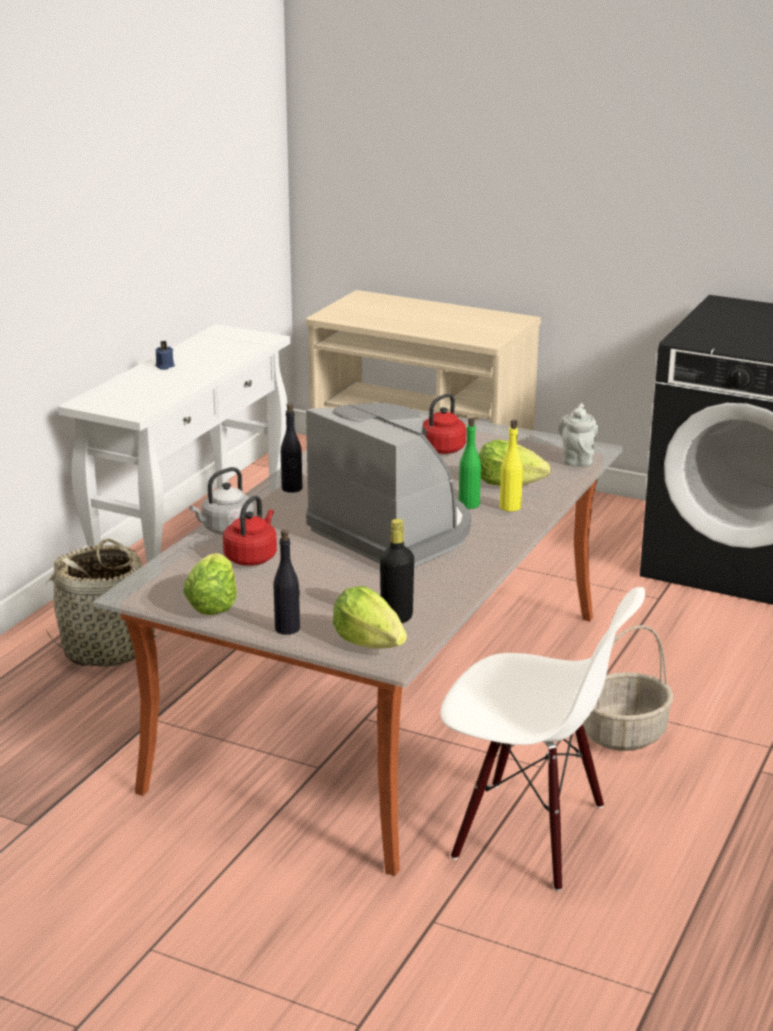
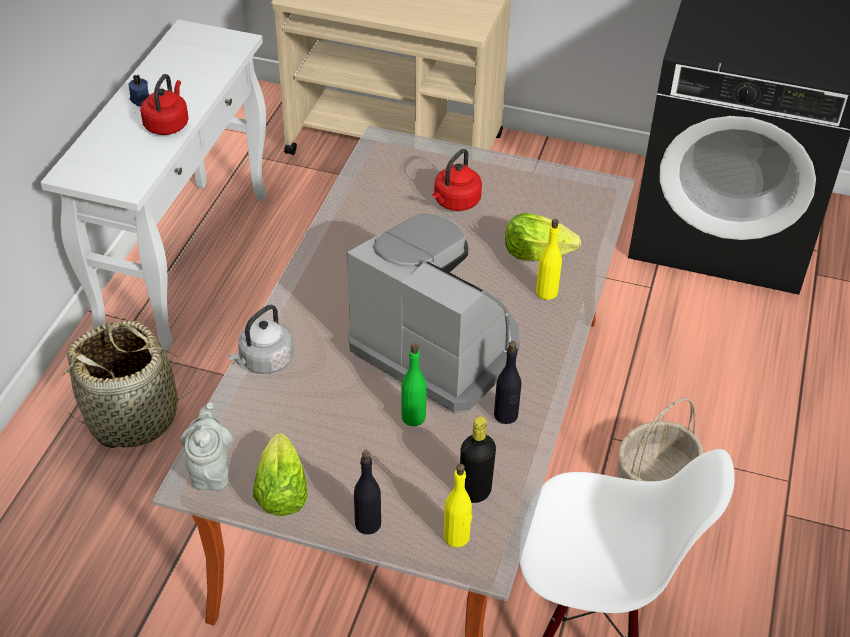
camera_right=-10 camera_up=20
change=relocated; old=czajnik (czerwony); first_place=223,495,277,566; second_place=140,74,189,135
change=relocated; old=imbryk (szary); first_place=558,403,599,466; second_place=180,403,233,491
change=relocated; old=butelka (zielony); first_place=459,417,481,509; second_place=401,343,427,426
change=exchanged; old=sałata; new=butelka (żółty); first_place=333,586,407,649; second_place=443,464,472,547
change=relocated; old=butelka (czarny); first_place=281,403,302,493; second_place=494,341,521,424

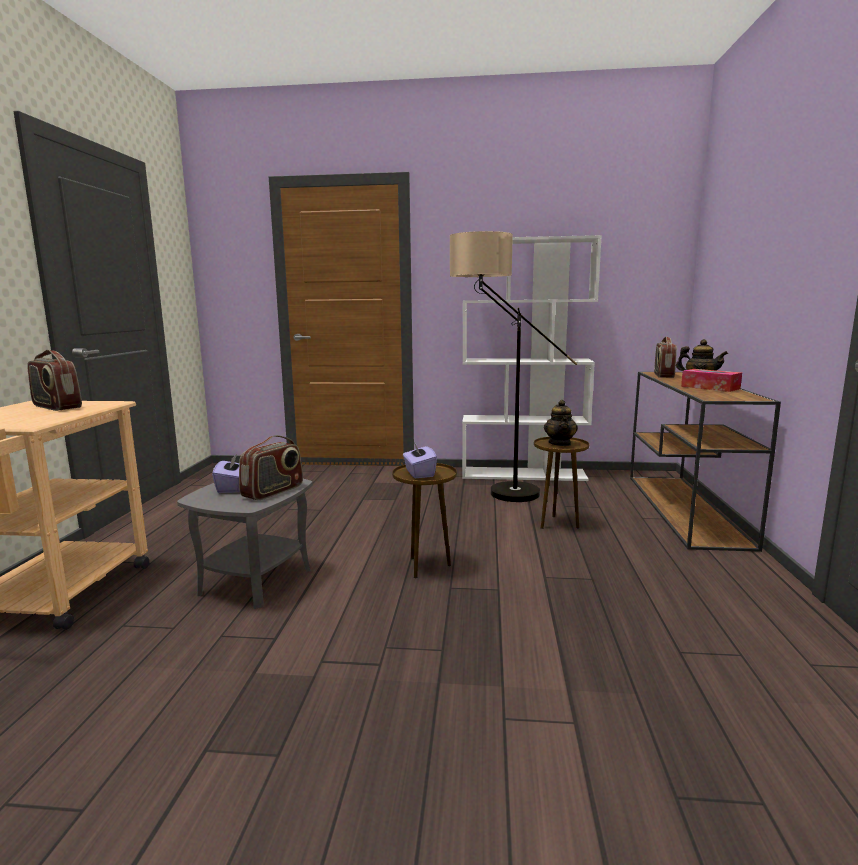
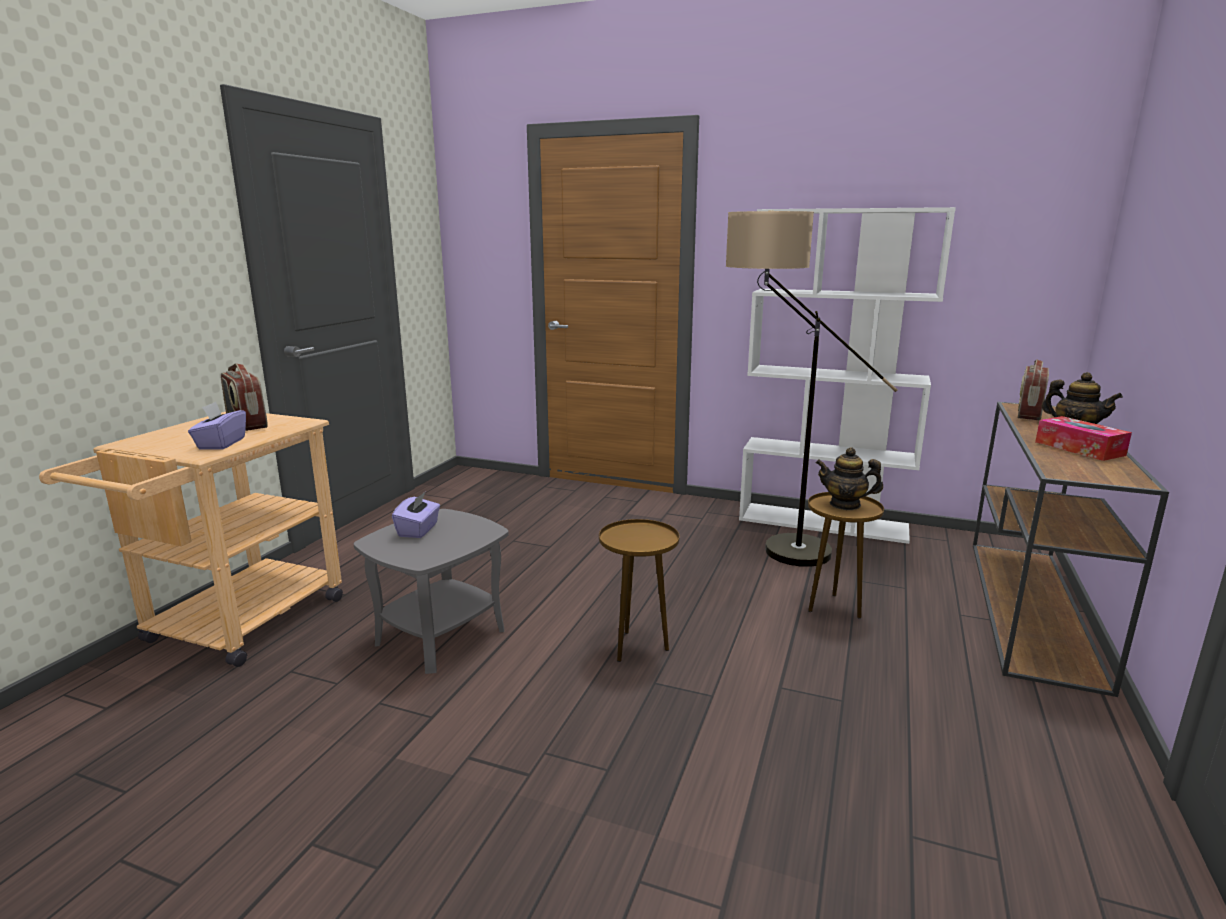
camera_right=15 camera_up=5
change=relocated; old=pudełko chusteczek (fioletowy); first_place=403,442,437,478; second_place=188,401,246,450
change=spun; old=imbryk; first_place=544,400,578,446; second_place=816,447,883,510; degrees=90
change=missing; old=radio; first_place=239,435,303,500

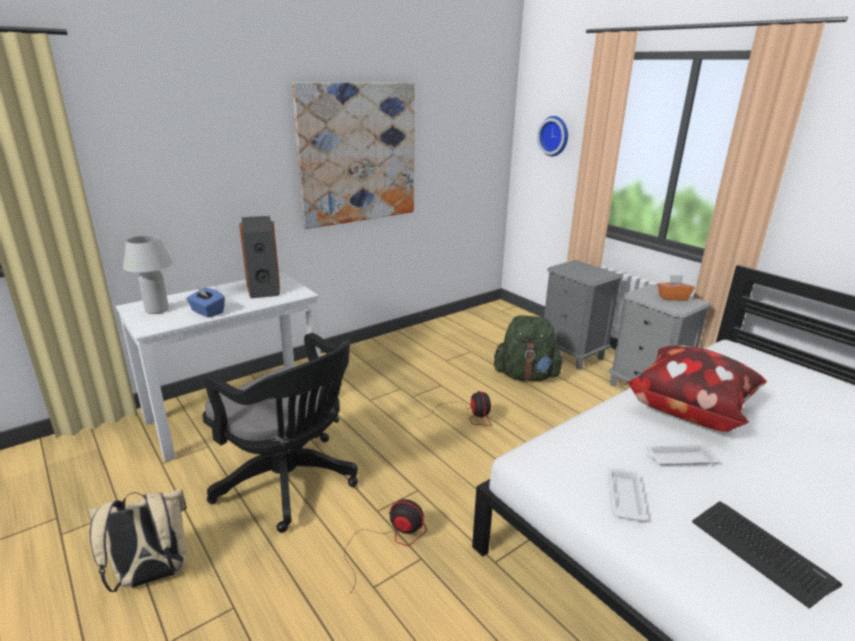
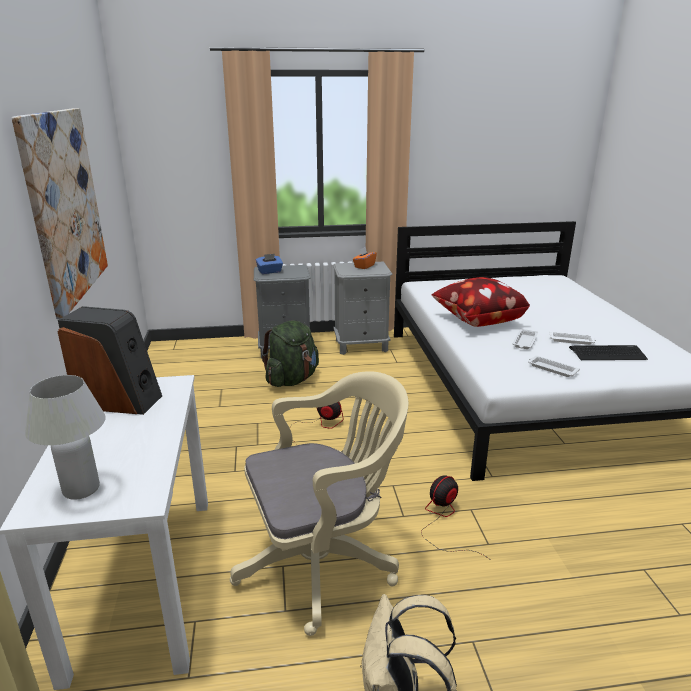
camera_right=-60 camera_up=0
change=colour; old=krzesło biurowe (czarny); new=krzesło biurowe (beżowy); first_place=202,333,358,533; second_place=230,371,409,636
change=relocated; old=pudełko chusteczek (niebieski); first_place=186,286,225,318; second_place=256,254,283,274
change=appeared; new=taca (biały); second_place=549,331,596,345
change=missing; old=zegar ścienny; first_place=537,116,568,156

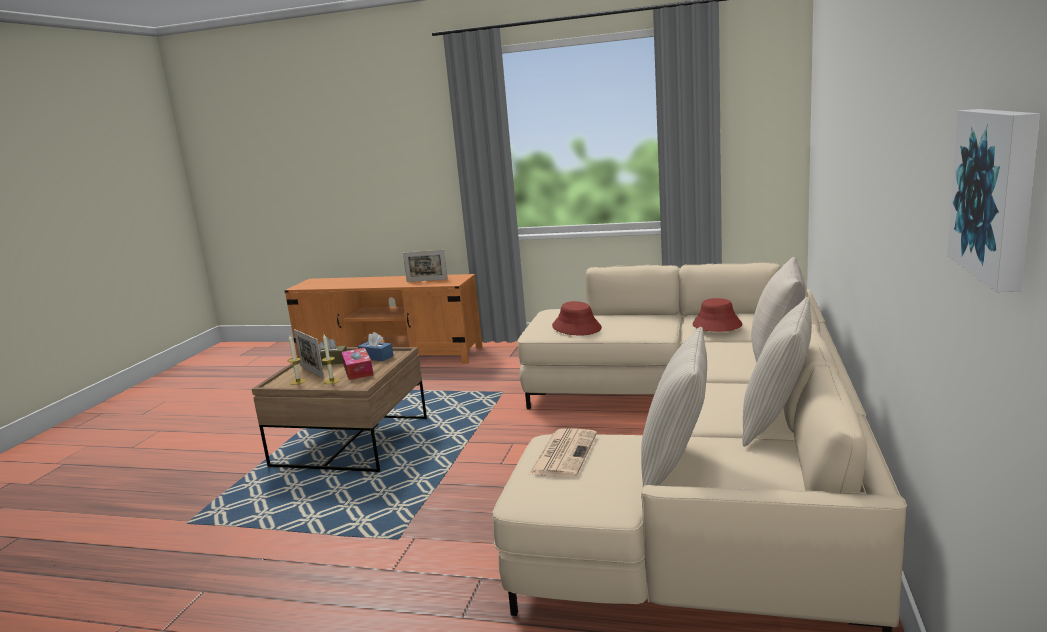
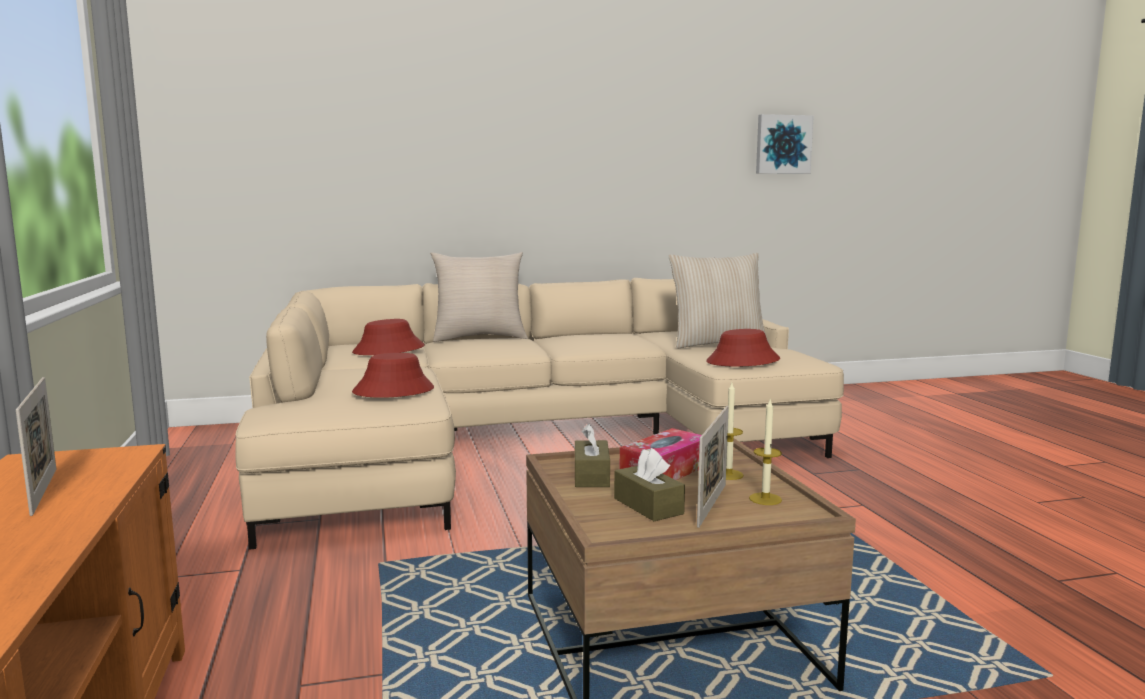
camera_right=-120 camera_up=-5
change=colour; old=pudełko chusteczek (niebieski); new=pudełko chusteczek (brązowy); first_place=358,332,393,361; second_place=575,423,610,487
change=exchanged; old=gazeta; new=kapelusz (czerwony); first_place=528,428,597,477; second_place=706,329,780,367
change=missing; old=poduszka (beżowy); first_place=742,297,812,447

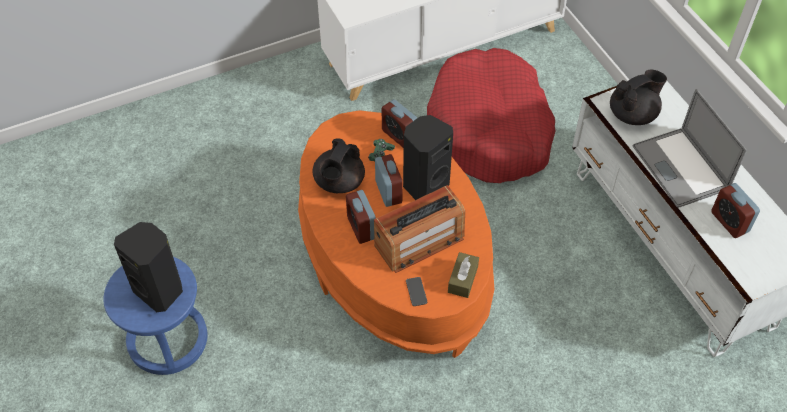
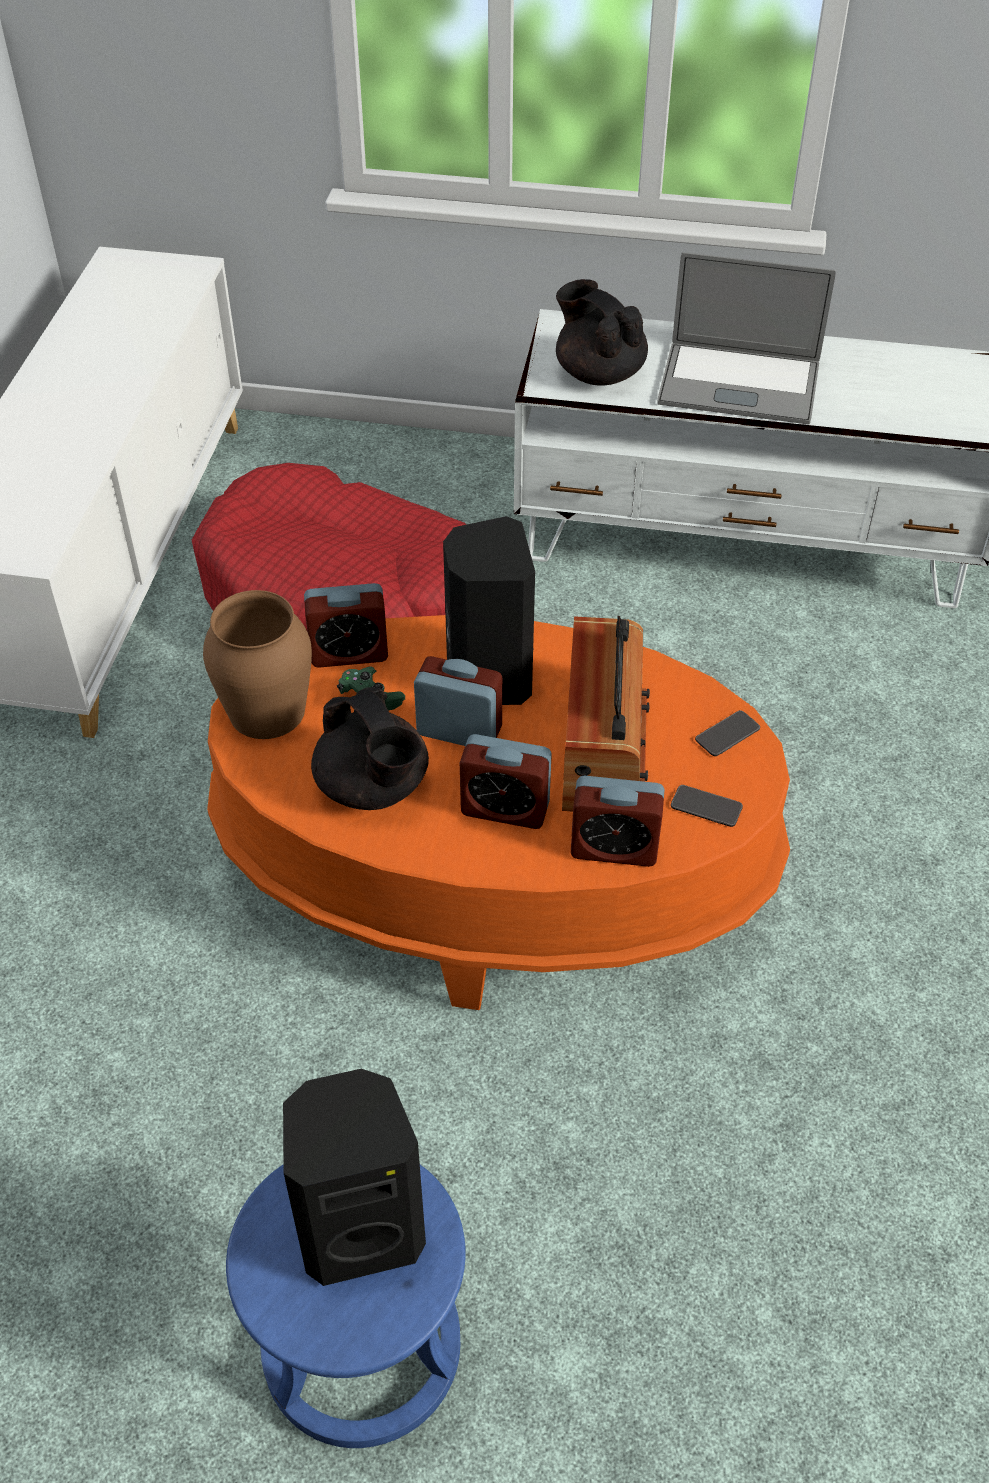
camera_right=-55 camera_up=-5
change=appeared; new=wazon (brązowy); second_place=203,590,312,739
change=spun; old=imbryk (czarny); first_place=610,70,667,125; second_place=556,279,648,386; degrees=-45
change=relocated; old=budzik; first_place=711,183,760,238; second_place=571,776,665,867
change=exchanged; old=pudełko chusteczek (brązowy); new=telefon; first_place=448,252,479,298; second_place=695,710,760,756

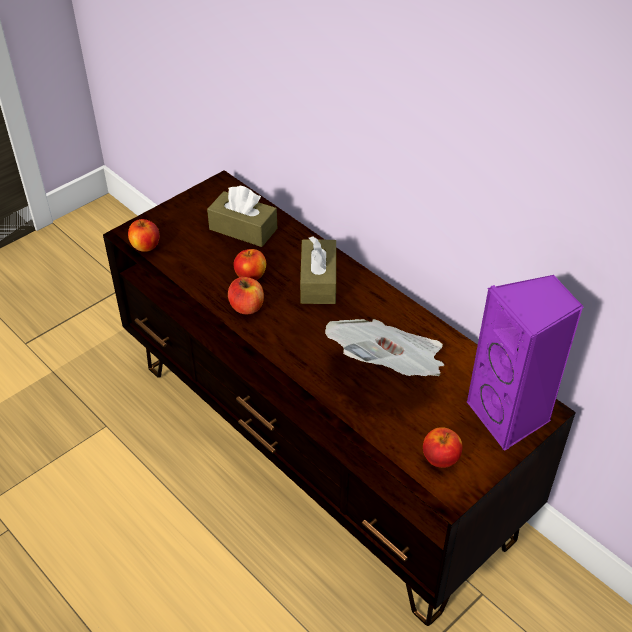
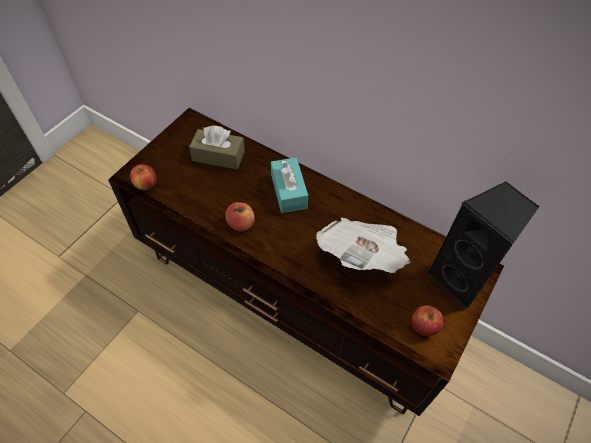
camera_right=-15 camera_up=10
change=colour; old=pudełko chusteczek (brązowy); new=pudełko chusteczek (turkusowy); first_place=300,236,336,304; second_place=271,158,308,213
change=colour; old=głośnik (fioletowy); new=głośnik (czarny); first_place=467,275,584,451; second_place=427,181,539,309
change=missing; old=jabłko; first_place=234,249,266,280

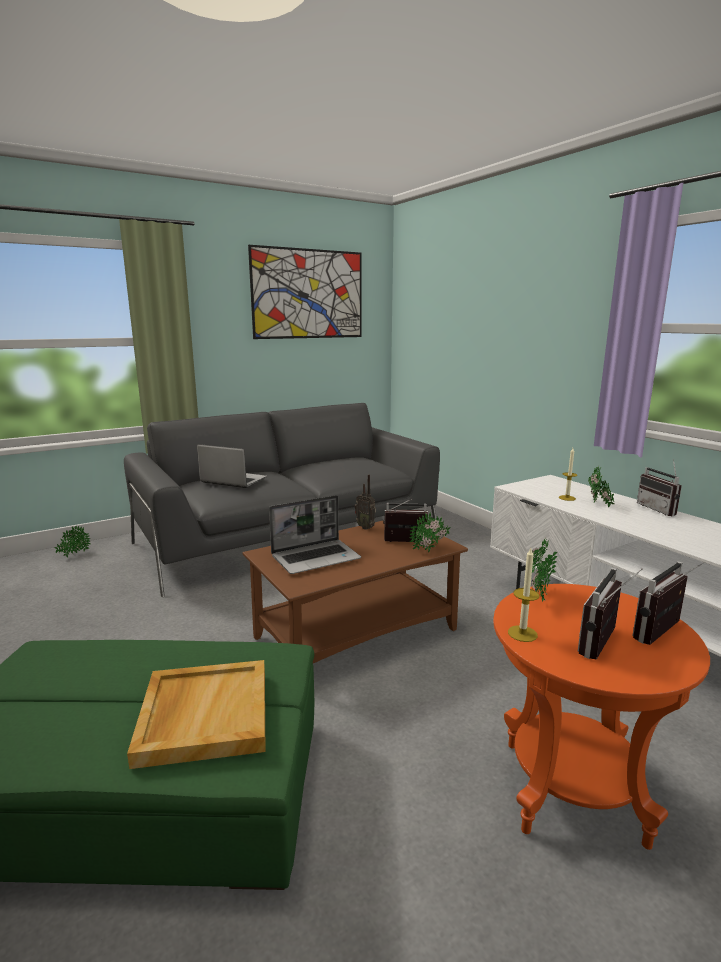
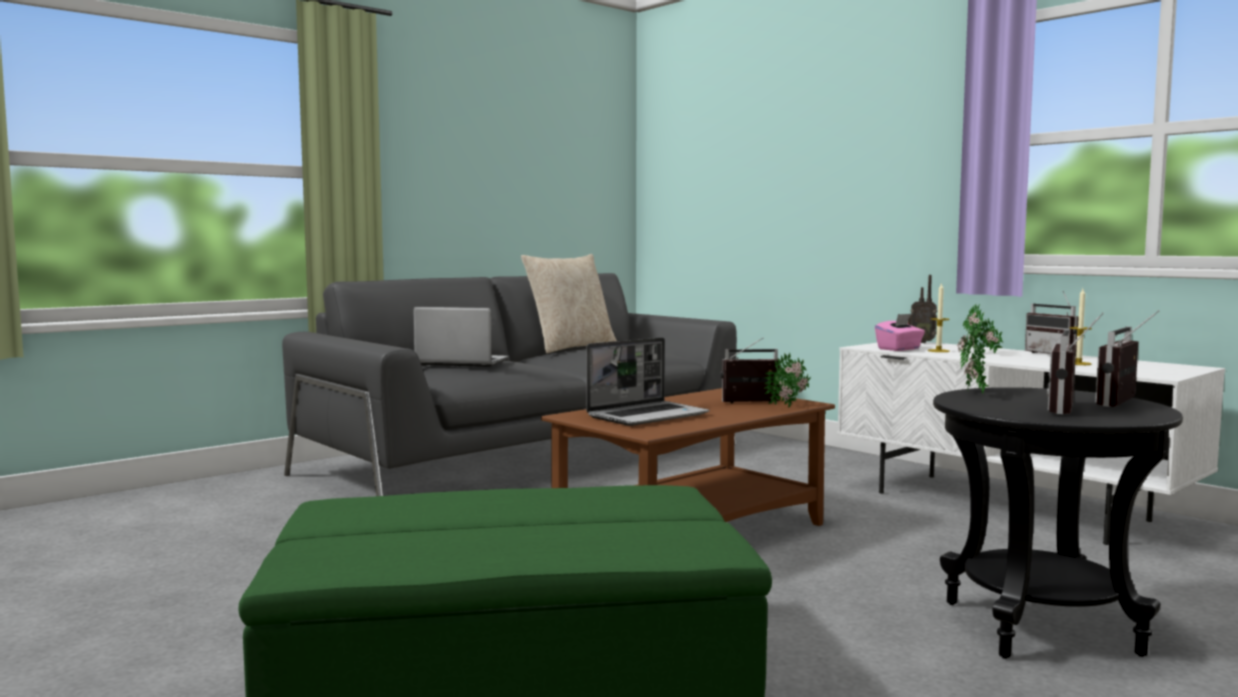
camera_right=-10 camera_up=-10
change=appeared; new=poduszka (beżowy); second_place=521,254,617,353
change=appeared; new=pudełko chusteczek (różowy); second_place=875,314,925,351
change=relocated; old=radio; first_place=355,474,376,530; second_place=908,275,937,343
change=colour; old=stolik (pomarańczowy); new=stolik (czarny); first_place=493,584,710,850; second_place=933,387,1183,659
change=relocated; old=świeca; first_place=508,548,540,642; second_place=1070,289,1092,365
change=missing; old=roślina doniczkowa; first_place=54,526,91,557
change=missing; old=taca (beżowy); first_place=127,660,265,769
change=missing; old=obraz; first_place=248,245,361,339

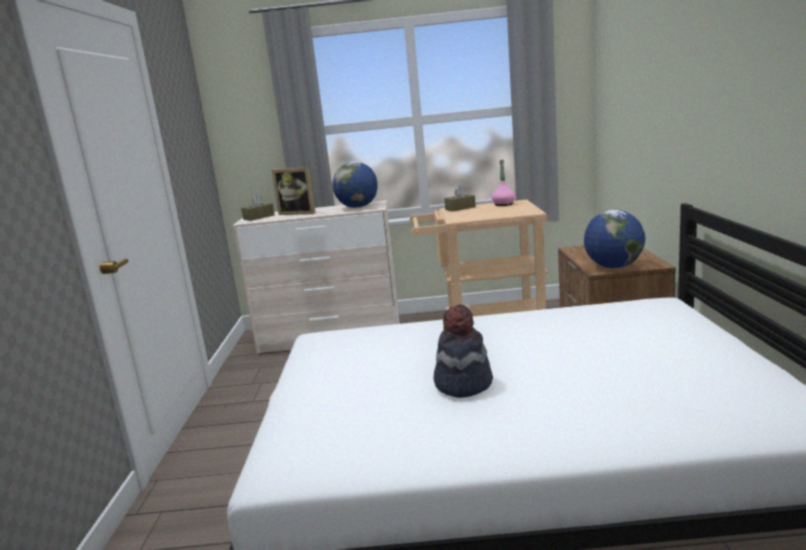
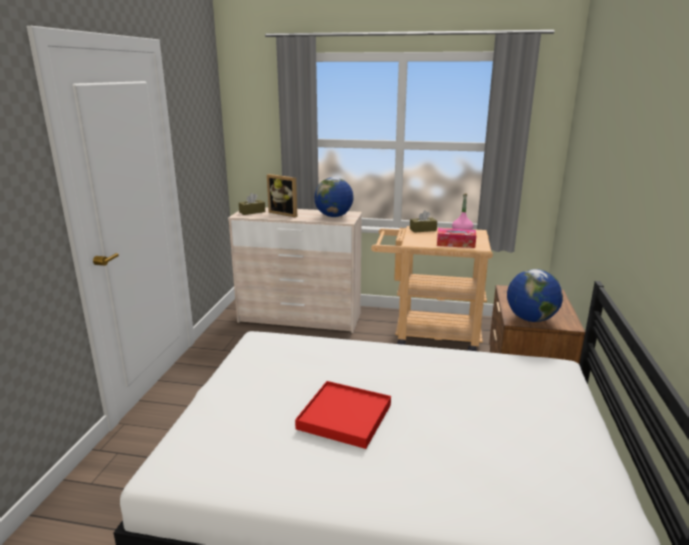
camera_right=10 camera_up=5
change=exchanged; old=kapelusz; new=taca (czerwony); first_place=433,304,493,398; second_place=295,381,391,449
change=appeared; new=pudełko chusteczek; second_place=437,228,476,248

